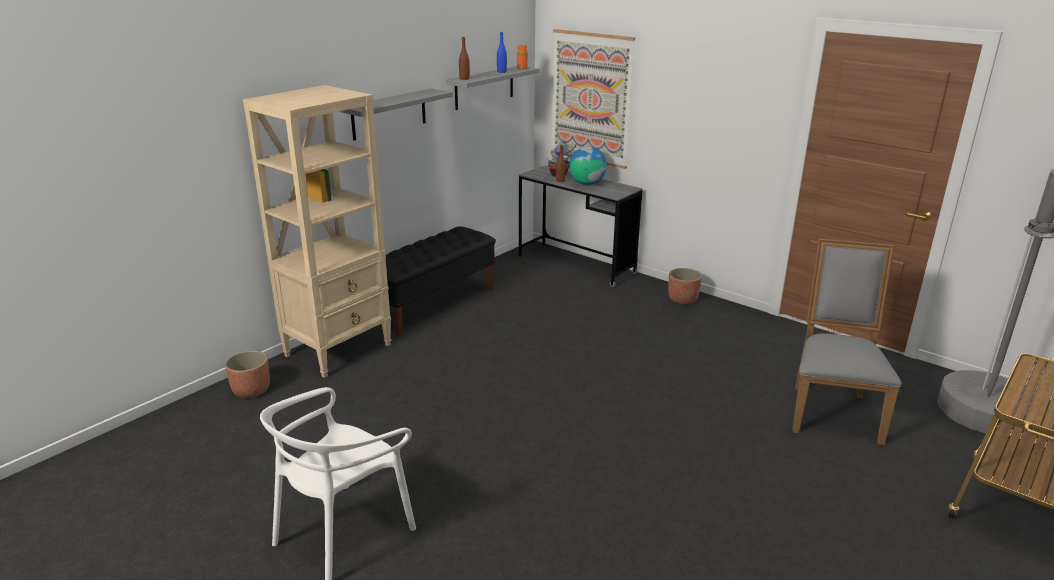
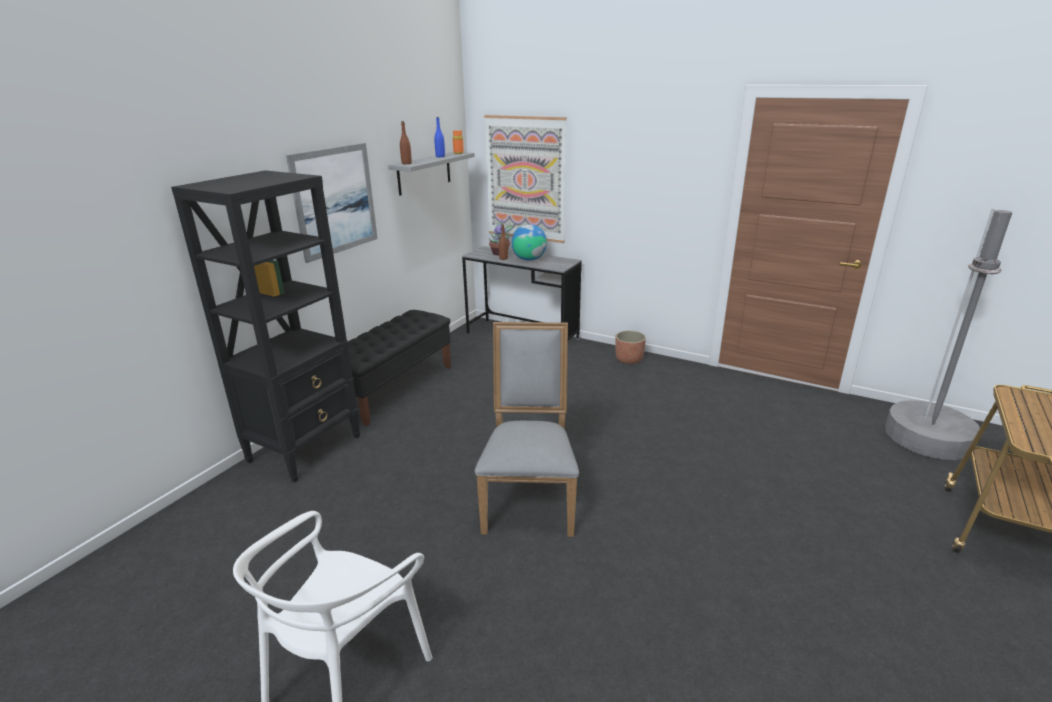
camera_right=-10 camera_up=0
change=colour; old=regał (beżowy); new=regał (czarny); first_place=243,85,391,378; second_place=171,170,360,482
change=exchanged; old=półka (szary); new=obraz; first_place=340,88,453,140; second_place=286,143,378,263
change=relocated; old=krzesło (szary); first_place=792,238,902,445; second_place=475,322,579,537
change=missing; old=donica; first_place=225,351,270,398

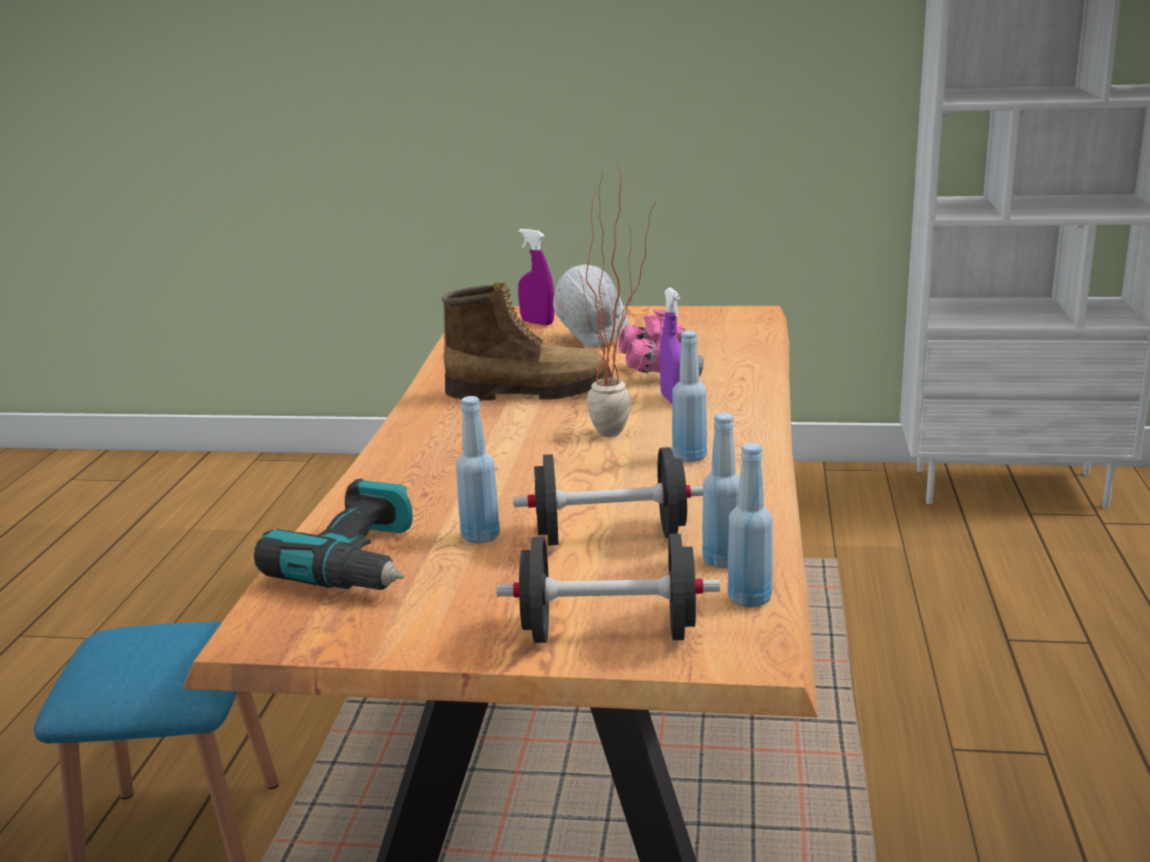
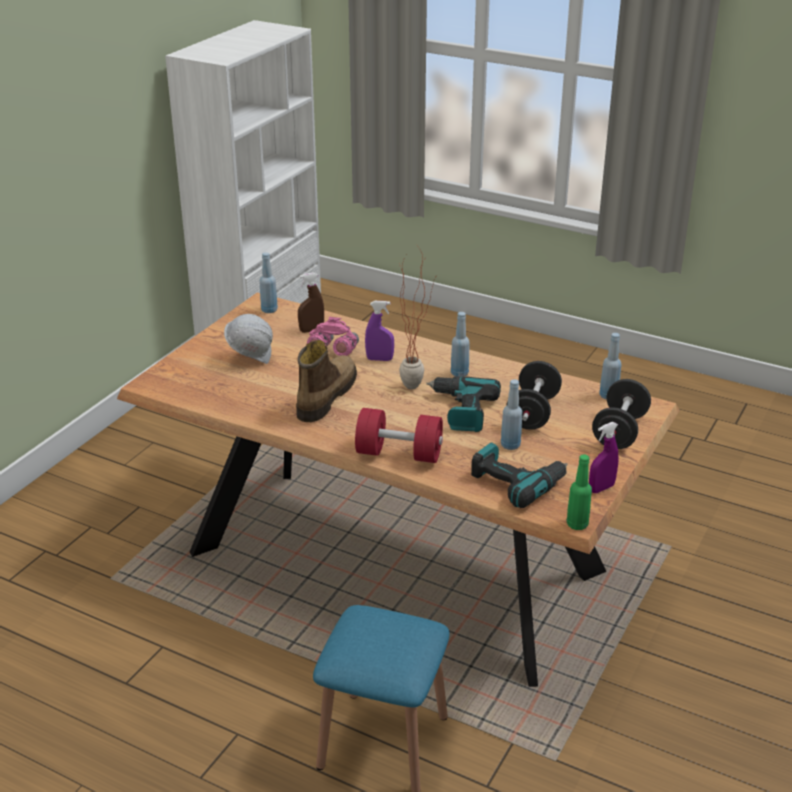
camera_right=-70 camera_up=10
change=relocated; old=butelka (niebieski); first_place=702,413,740,568; second_place=259,252,278,313
change=appeared; new=spryskiwacz (brązowy); second_place=298,272,324,333
change=appeared; new=hantel (czerwony); second_place=355,408,443,463
change=appeared; new=wiertarka; second_place=426,376,501,432
change=appeared; new=butelka (zielony); second_place=566,454,592,530
change=relocated; old=spryskiwacz (fioletowy); first_place=518,229,554,325; second_place=589,422,618,493

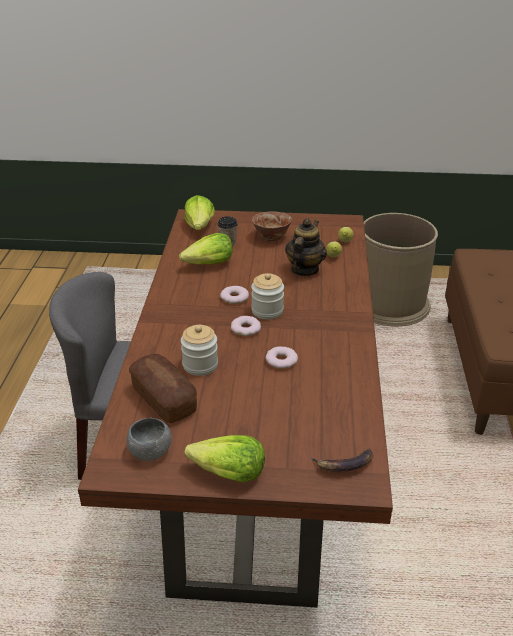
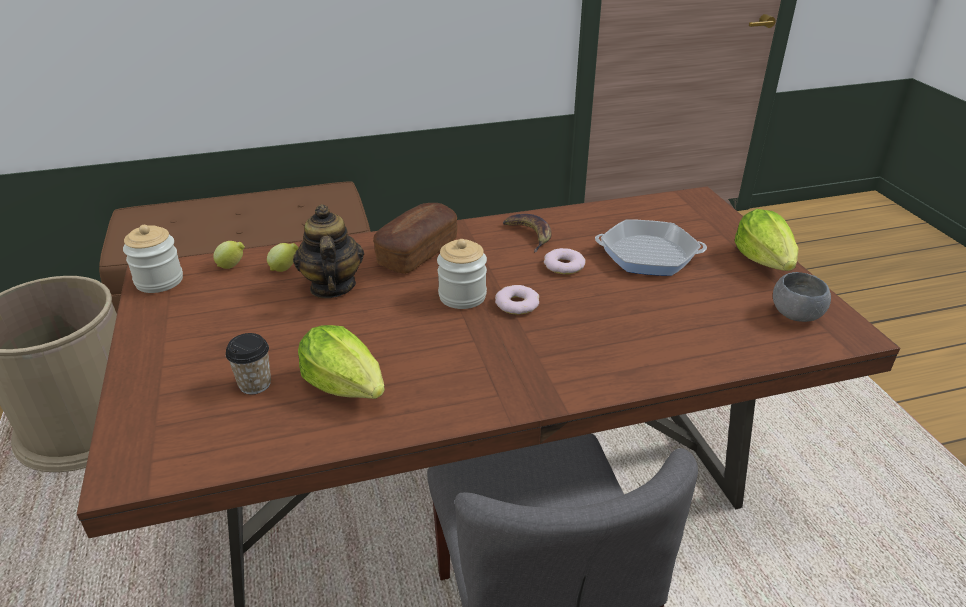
camera_right=-110 camera_up=0
change=relocated; old=słoik; first_place=181,325,218,376; second_place=123,225,183,293
change=spun; old=imbryk; first_place=285,218,327,276; second_place=293,204,364,298; degrees=75
change=relocated; old=chleb; first_place=129,354,197,423; second_place=373,203,458,274
change=relocated; old=banan; first_place=310,449,374,472; second_place=503,214,552,252
change=appeared; new=patelnia; second_place=595,219,707,276
change=missing; old=sałata; first_place=184,195,215,230
change=missing; old=donut; first_place=220,286,249,304
change=missing; old=miska; first_place=252,211,292,241

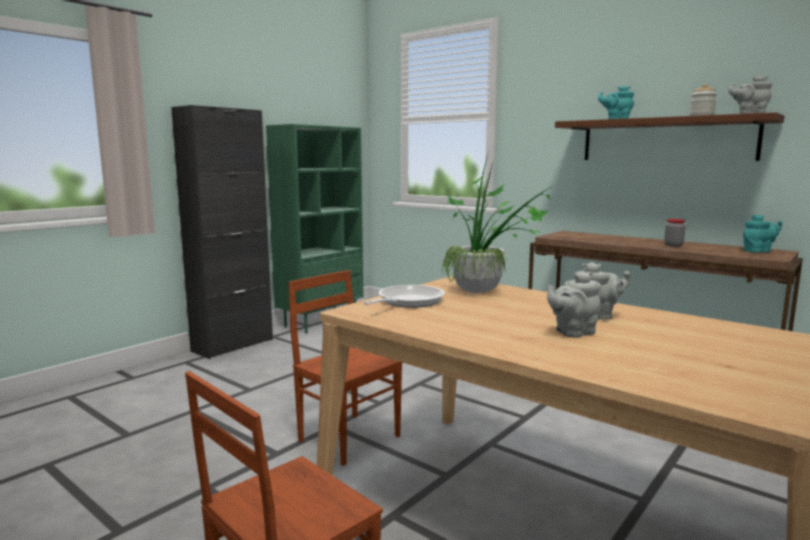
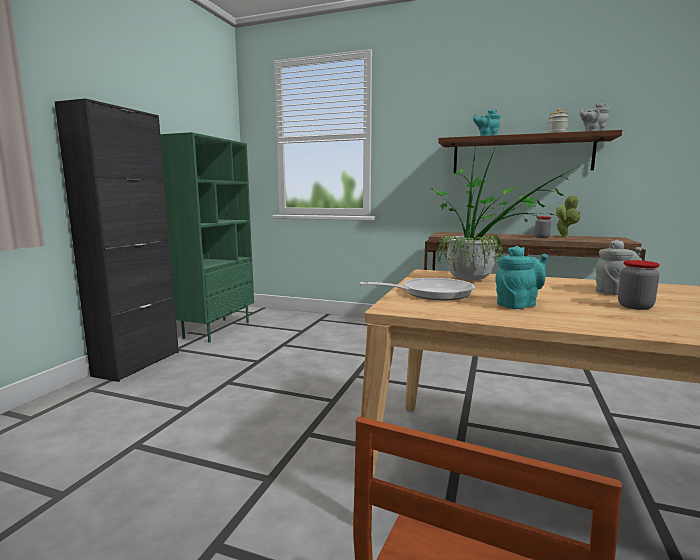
camera_right=-20 camera_up=0
change=spun; old=patelnia; first_place=364,285,445,308; second_place=359,278,475,300; degrees=60
change=relocated; old=imbryk (turkusowy); first_place=743,214,782,253; second_place=495,246,548,309
change=appeared; new=roślina doniczkowa; second_place=556,195,580,237
change=exchanged; old=imbryk (szary); new=słoik; first_place=547,272,601,338; second_place=618,260,660,310
change=missing; old=krzesło (brązowy); first_place=289,270,402,466

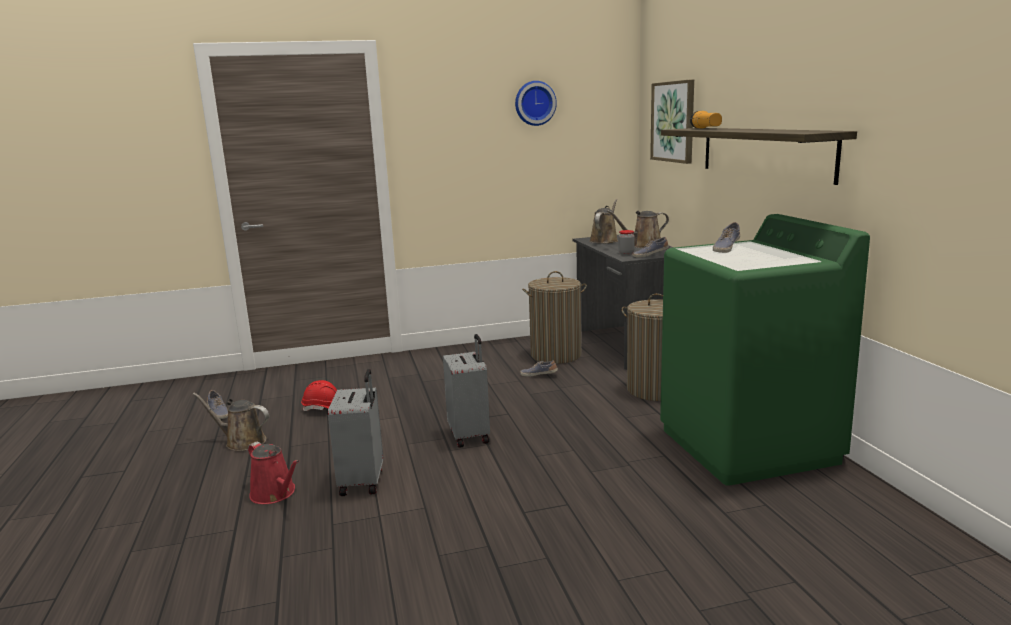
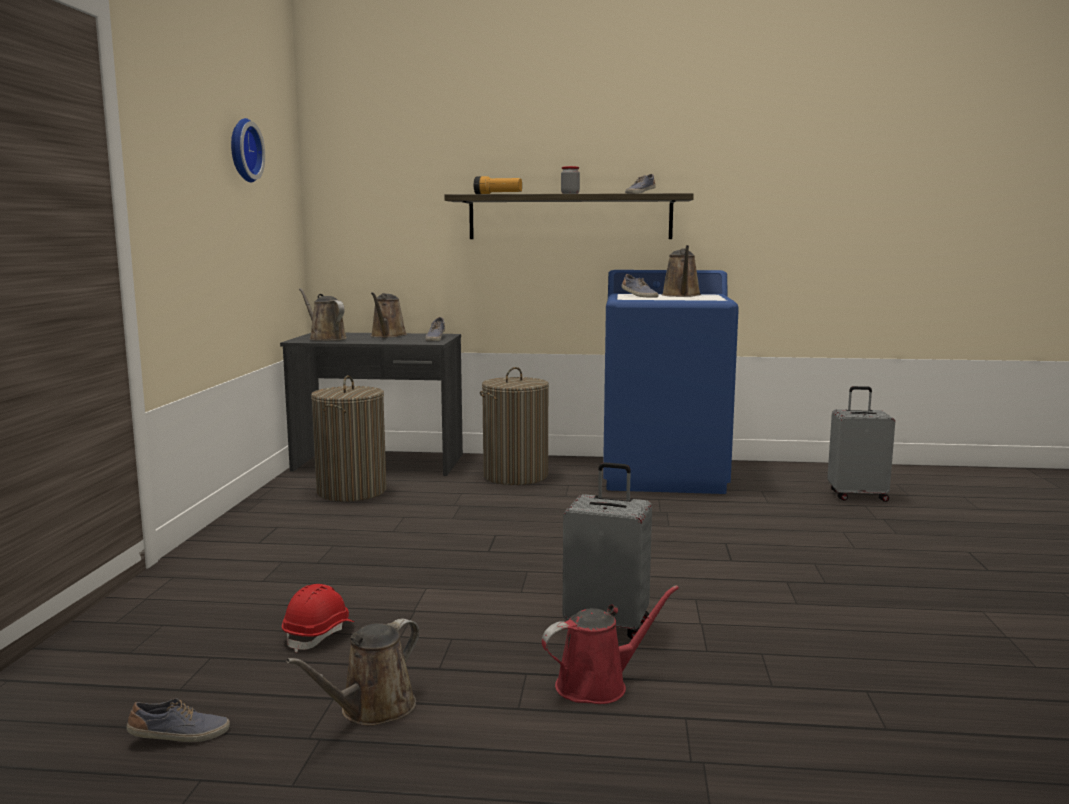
camera_right=-70 camera_up=-5
change=relocated; old=słoik; first_place=618,230,635,255; second_place=561,166,580,194
change=colour; old=pralka (zielony); new=pralka (niebieski); first_place=660,214,870,486; second_place=603,270,739,494
change=relocated; old=but; first_place=520,360,558,377; second_place=625,174,656,193
change=appeared; new=konewka (brązowy); second_place=662,245,701,297
change=relocated; old=walizka (szary); first_place=443,334,490,448; second_place=827,386,895,502
change=missing; old=obraz; first_place=650,79,694,164

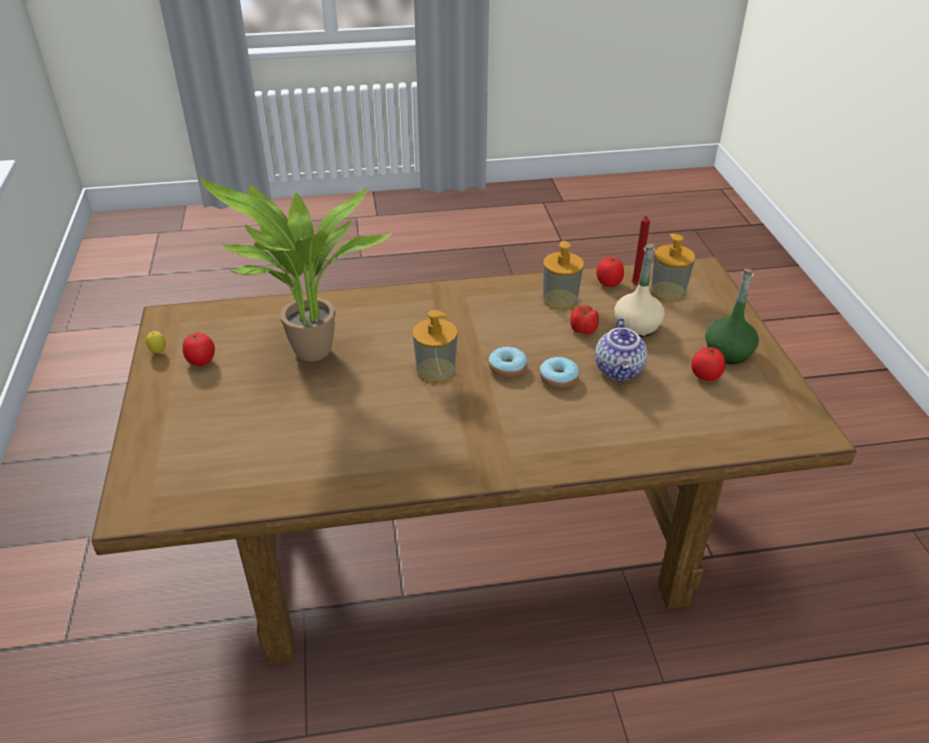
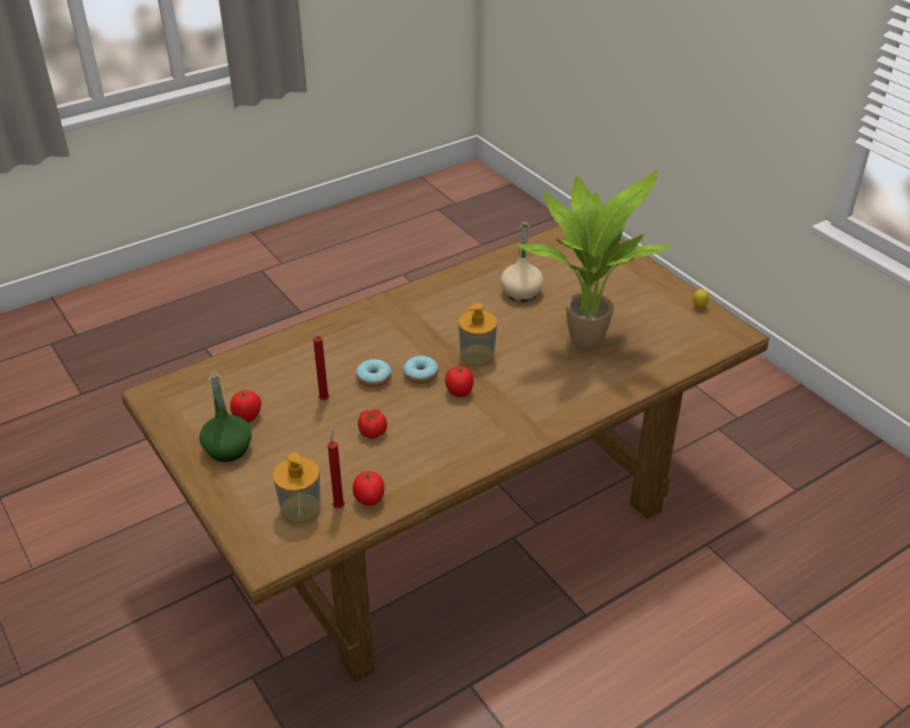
camera_right=155 camera_up=0
change=exchanged; old=imbryk; new=świeca (czerwony); first_place=595,318,647,382; second_place=313,336,329,400
change=relocated; old=pomidor; first_place=183,332,215,366; second_place=445,366,474,397
change=relocated; old=butelka (beżowy); first_place=614,244,665,337; second_place=501,222,544,302
change=missing; old=dozownik mydła; first_place=543,241,584,310

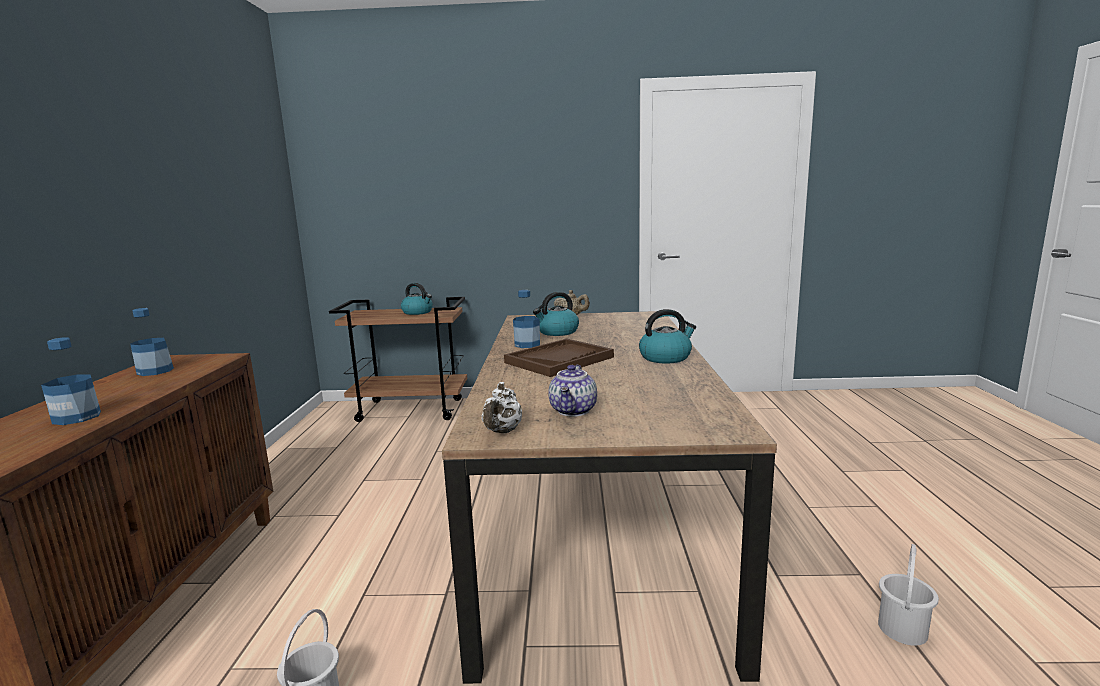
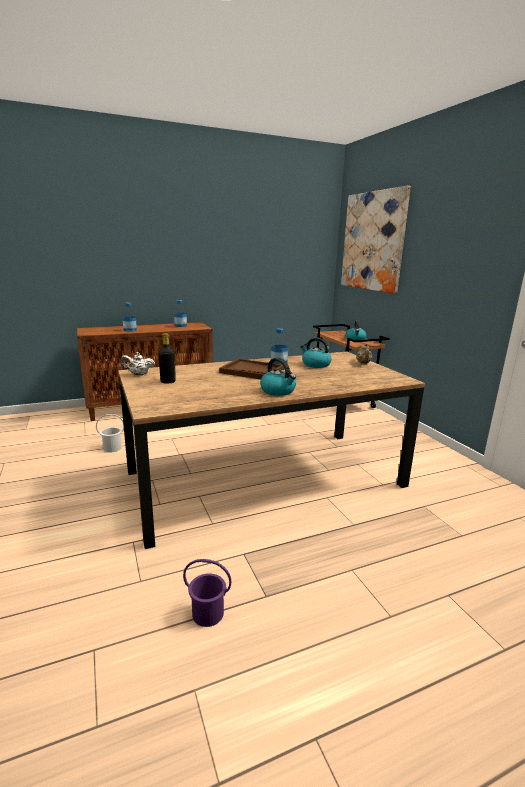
camera_right=65 camera_up=5
change=exchanged; old=imbryk; new=butelka (czarny); first_place=548,365,597,417; second_place=158,333,176,384
change=colour; old=wiadro (biały); new=wiadro (fioletowy); first_place=878,544,939,646; second_place=183,559,231,627
change=appeared; new=obraz; second_place=341,186,411,294

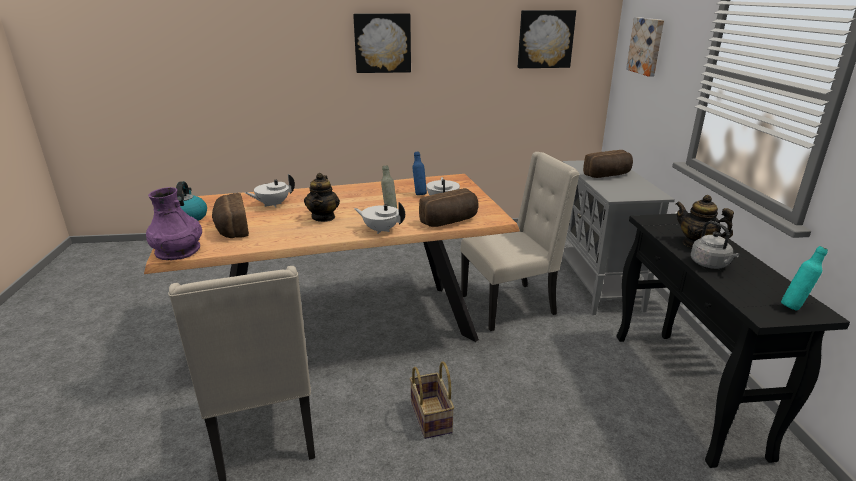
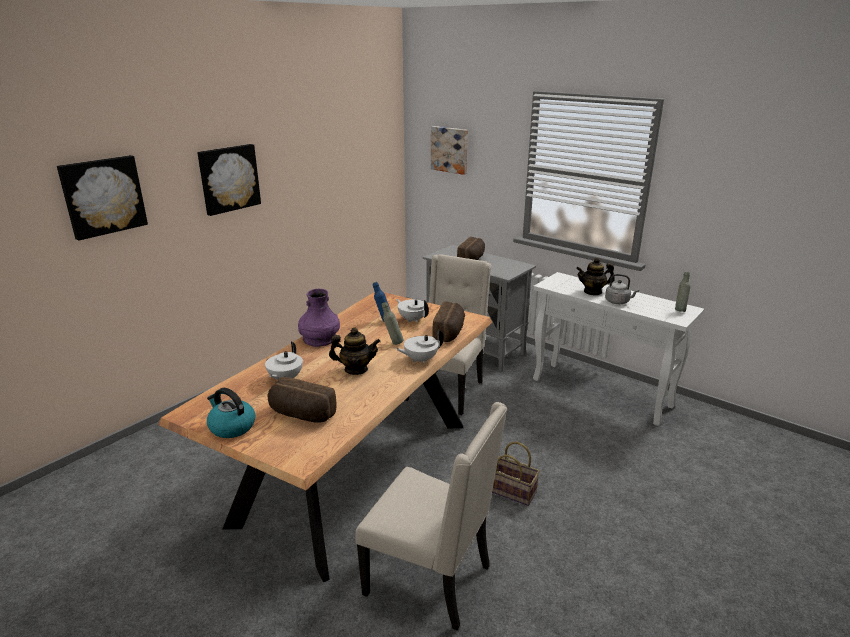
camera_right=-45 camera_up=0
change=relocated; old=obraz; first_place=518,10,576,68; second_place=57,155,148,241
change=relocated; old=wazon (fioletowy); first_place=146,187,202,260; second_place=298,289,340,347
change=spun; old=imbryk; first_place=304,173,340,222; second_place=329,327,381,375; degrees=-45
change=colour; old=stolik konsolowy (czarny); new=stolik konsolowy (biały); first_place=617,214,850,468; second_place=533,272,704,426
change=colour; old=butelka (turkusowy); new=butelka (szary); first_place=781,246,828,311; second_place=675,272,691,312

